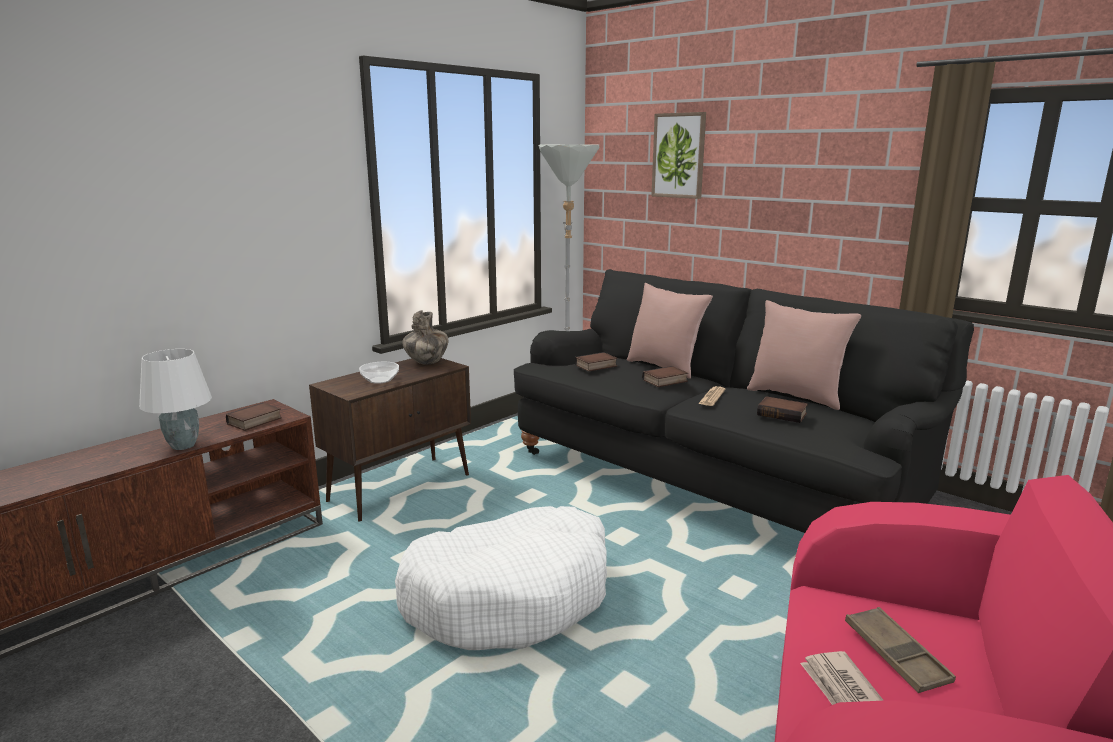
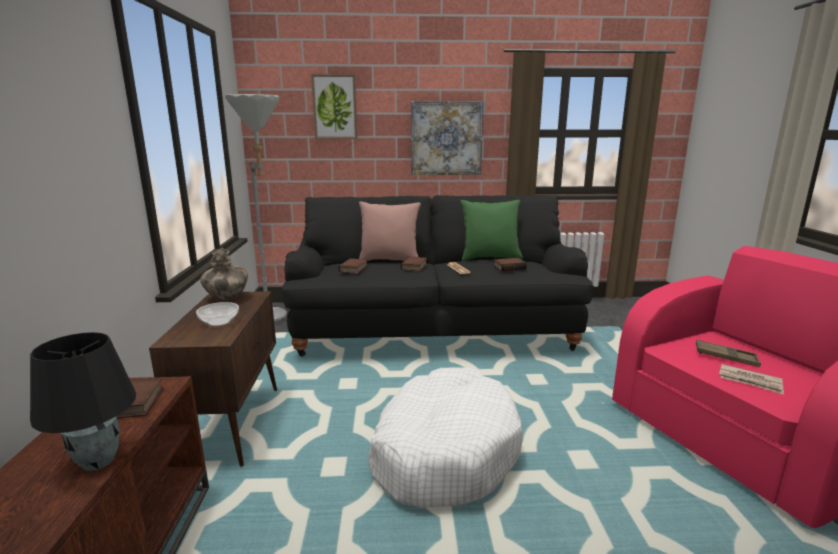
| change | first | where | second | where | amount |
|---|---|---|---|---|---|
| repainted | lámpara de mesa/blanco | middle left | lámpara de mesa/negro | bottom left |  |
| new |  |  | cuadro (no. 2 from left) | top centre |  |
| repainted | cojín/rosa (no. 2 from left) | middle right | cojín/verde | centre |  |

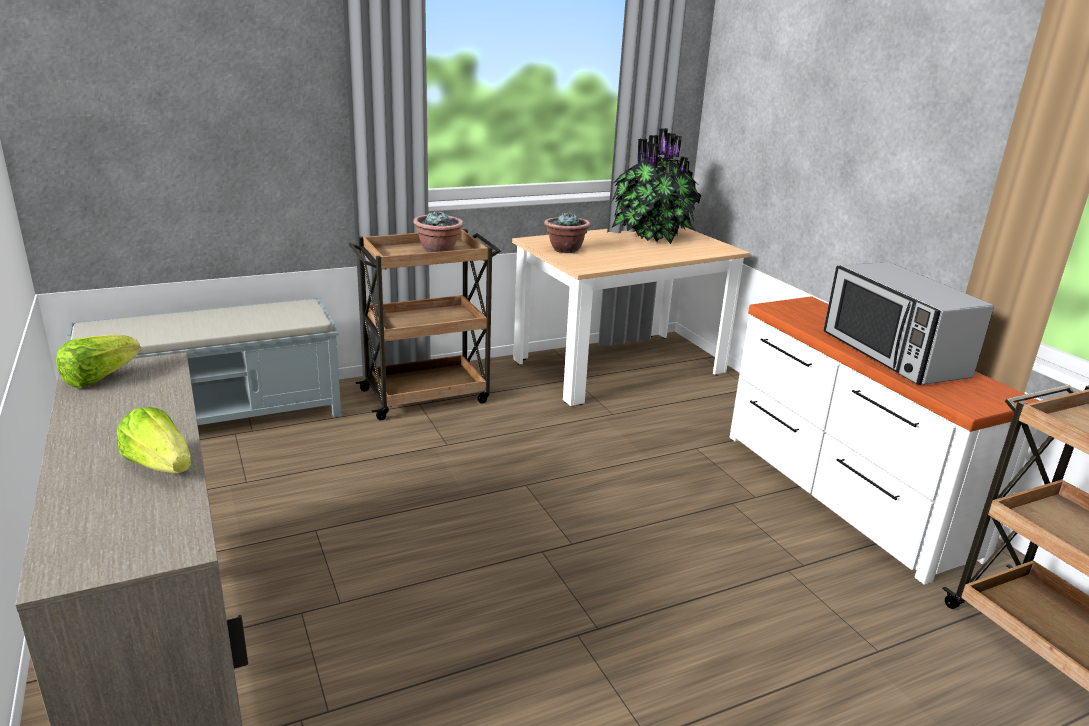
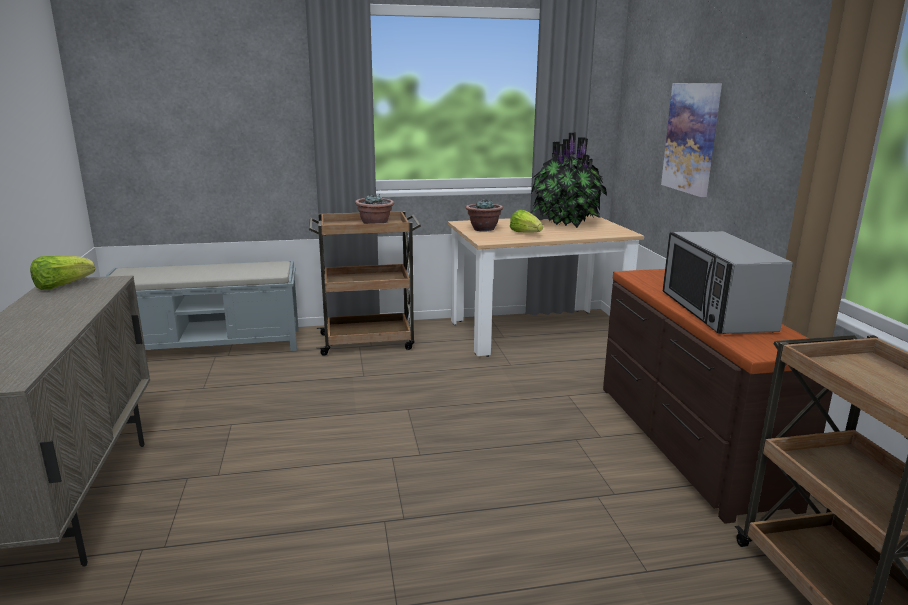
| change | first | where | second | where | amount |
|---|---|---|---|---|---|
| shifted | lechuga (no. 2 from left) | middle left |  | centre |  |
| repainted | cómoda/blanco | middle right | cómoda/marrón | middle right |  |
| new |  |  | cuadro | top right |  |

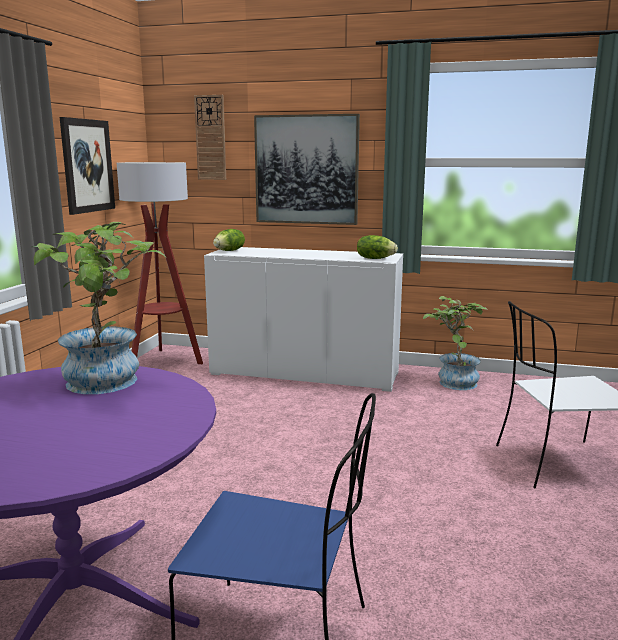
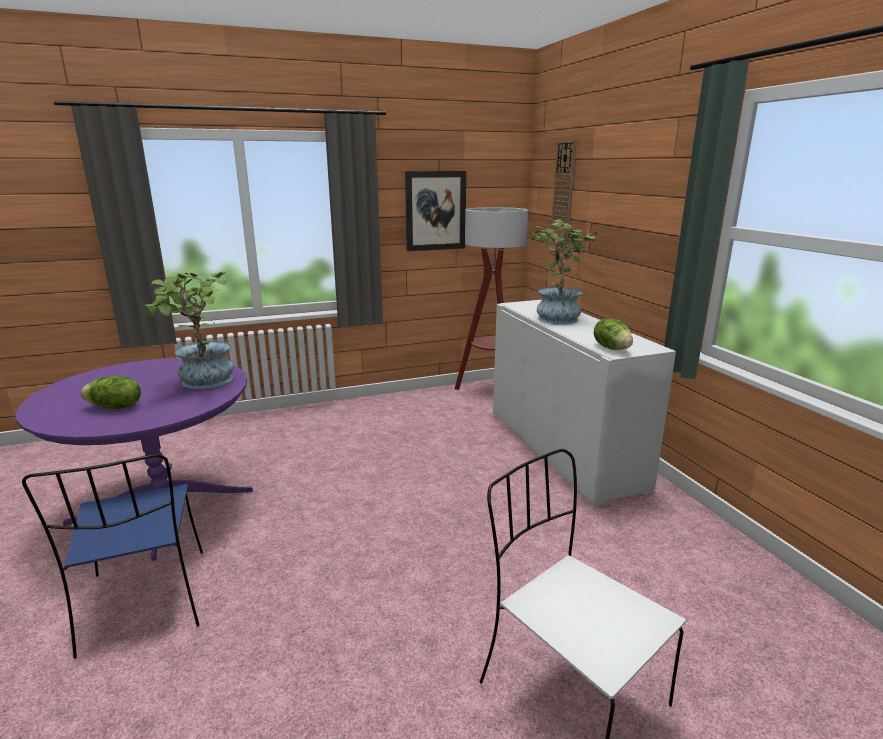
| change | first | where | second | where | amount |
|---|---|---|---|---|---|
| shifted | lechuga (no. 1 from left) | centre |  | middle left |  |
| shifted | planta en maceta (no. 2 from left) | middle right |  | centre |  |
| gone | cuadro (no. 2 from left) | top centre |  |  |  |

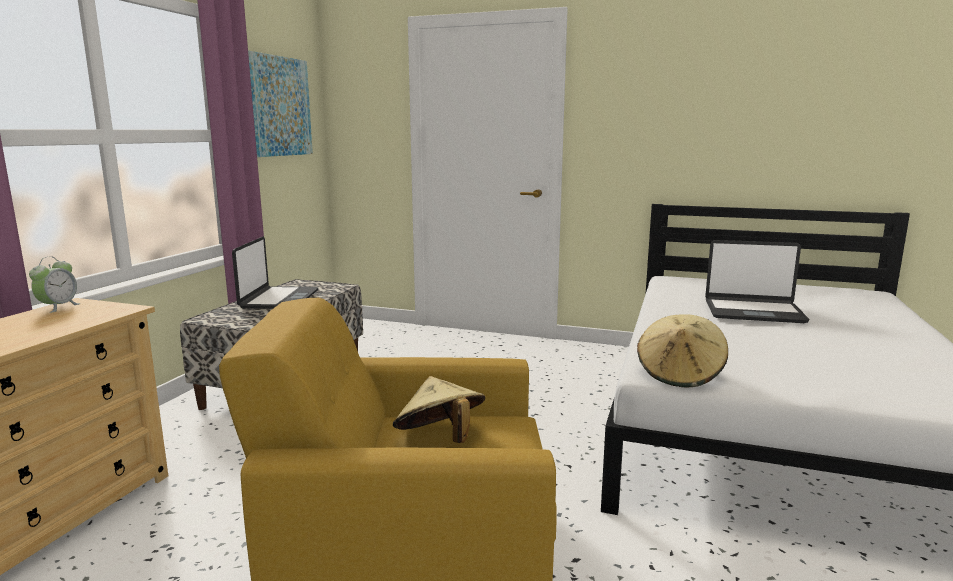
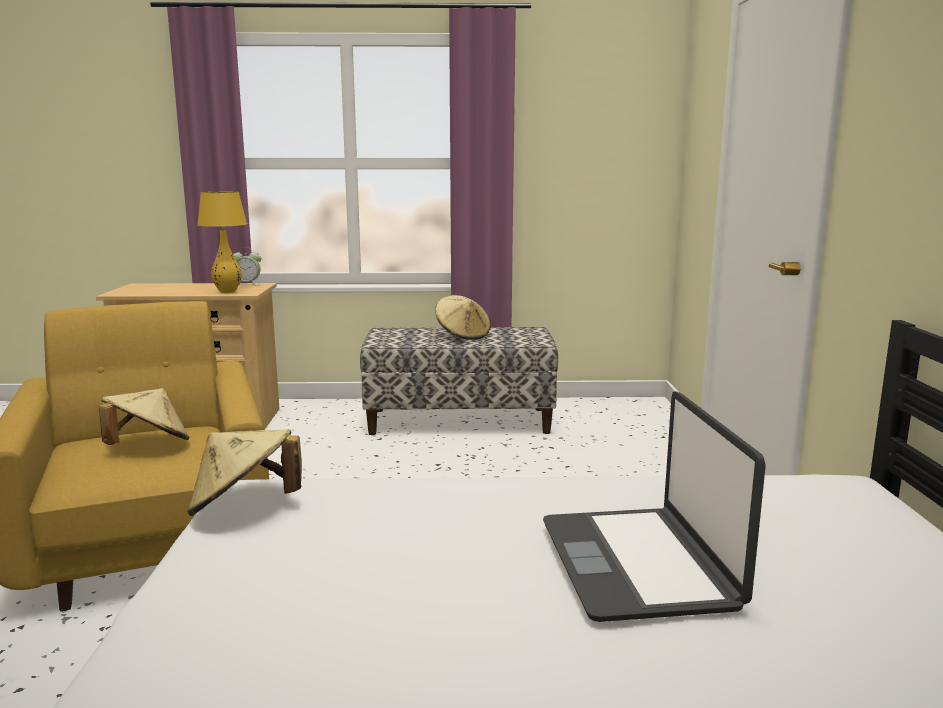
| change | first | where | second | where | amount |
|---|---|---|---|---|---|
| new |  |  | lámpara de mesa/amarillo | middle left |  |
| swapped | portátil (no. 1 from left) | middle left | sombrero/beis (no. 3 from left) | centre |  |
| gone | cuadro | top left |  |  |  |

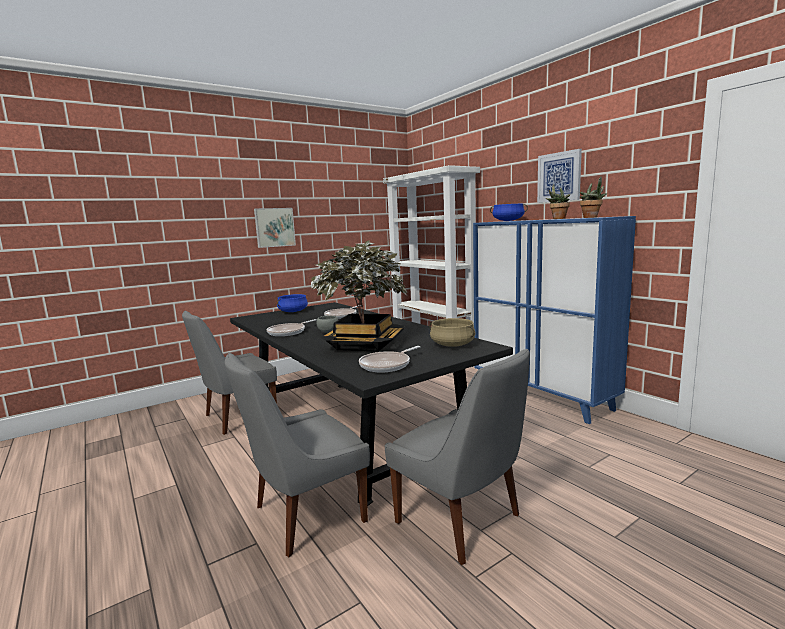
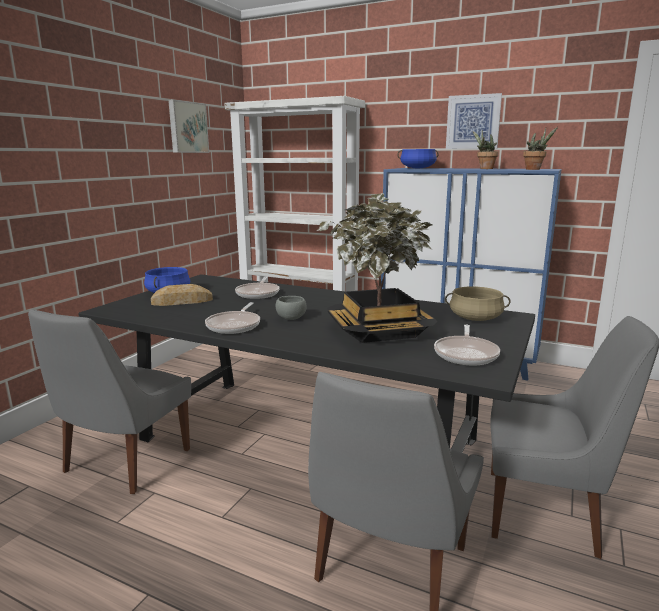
| change | first | where | second | where | amount |
|---|---|---|---|---|---|
| new |  |  | pan | middle left |  |
| shifted | cuadro (no. 1 from left) | centre |  | top left |  |

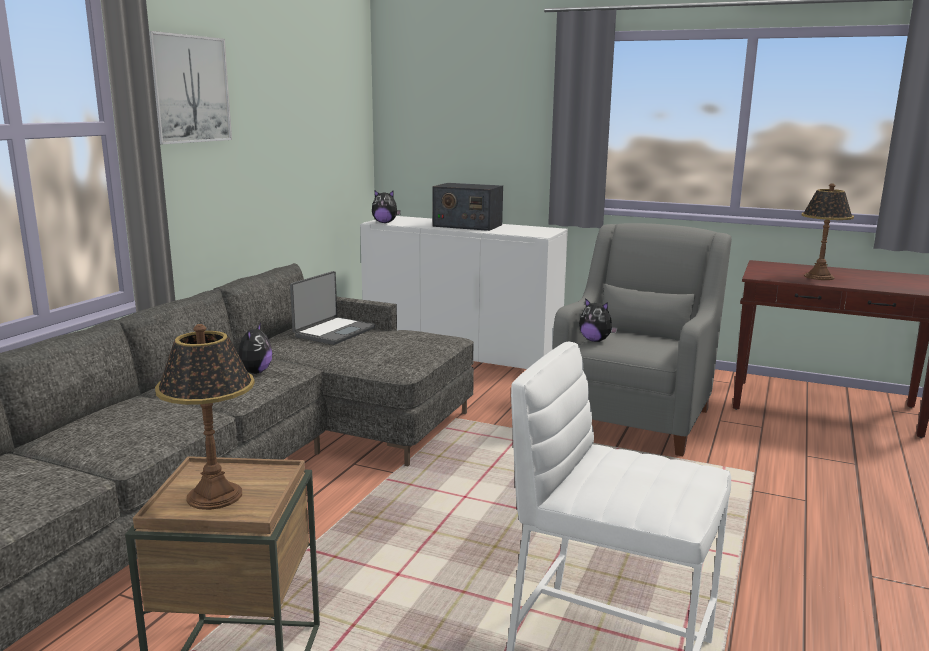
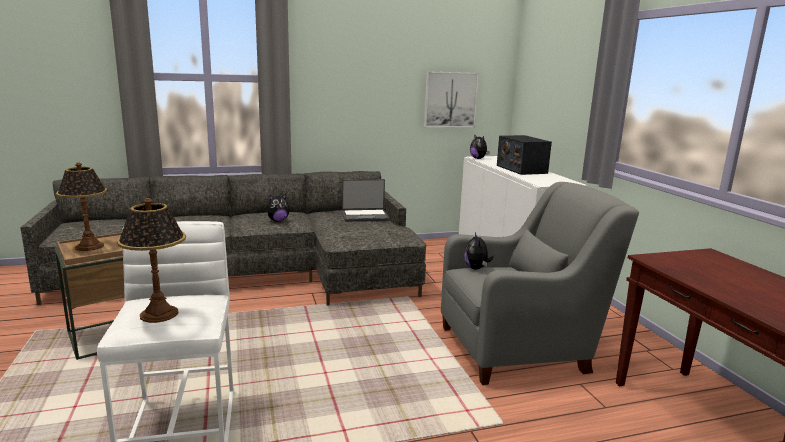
| change | first | where | second | where | amount |
|---|---|---|---|---|---|
| shifted | lámpara de mesa (no. 2 from left) | middle right |  | middle left |  |
| shifted | cuadro | top left |  | top centre |  |

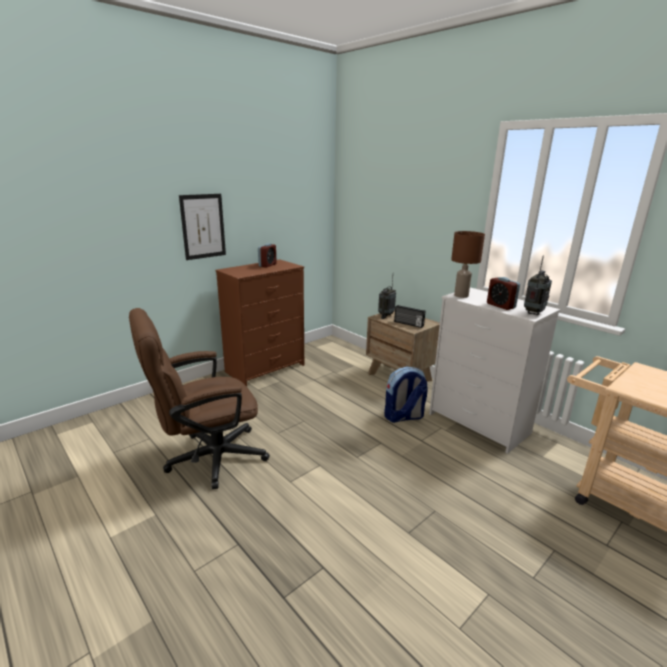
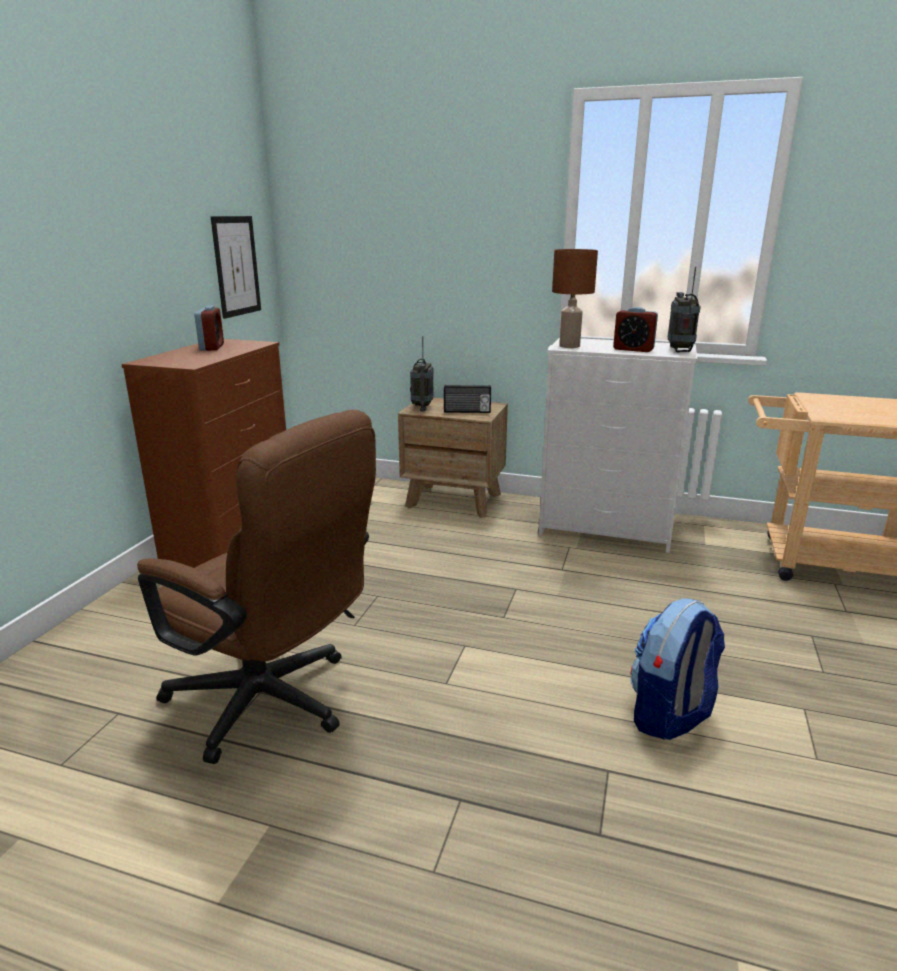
| change | first | where | second | where | amount |
|---|---|---|---|---|---|
| rotated | silla de oficina/marrón | middle left |  | middle left | 90 degrees counterclockwise |
| shifted | cuadro | middle left |  | top left |  |
| shifted | mochila | centre |  | bottom right |  |

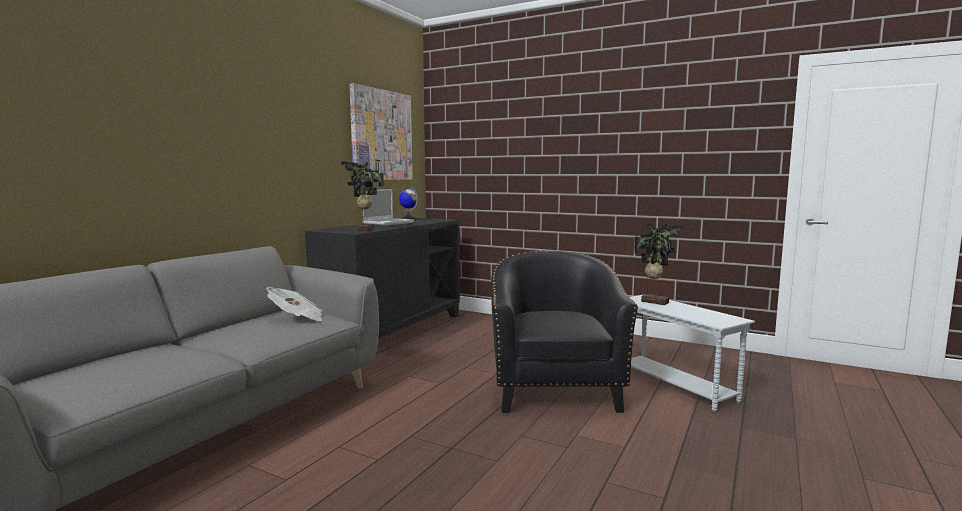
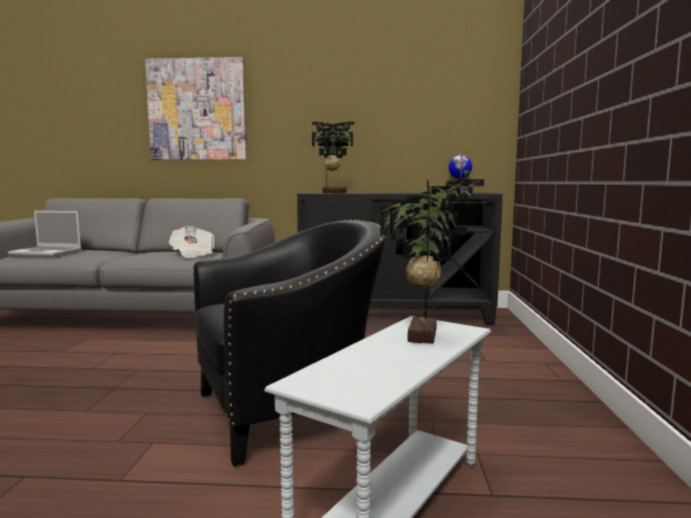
| change | first | where | second | where | amount |
|---|---|---|---|---|---|
| shifted | portátil | centre |  | middle left |  |
| shifted | cuadro | top centre |  | top left |  |

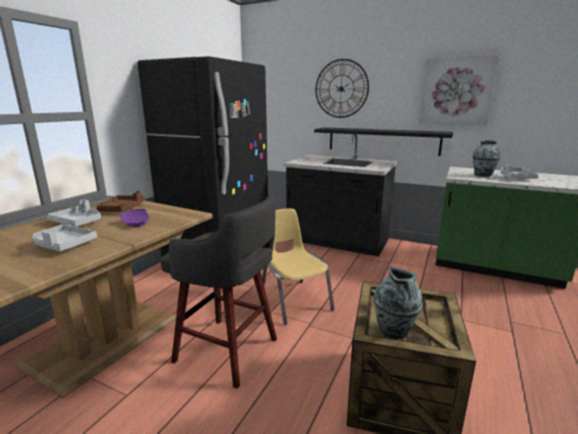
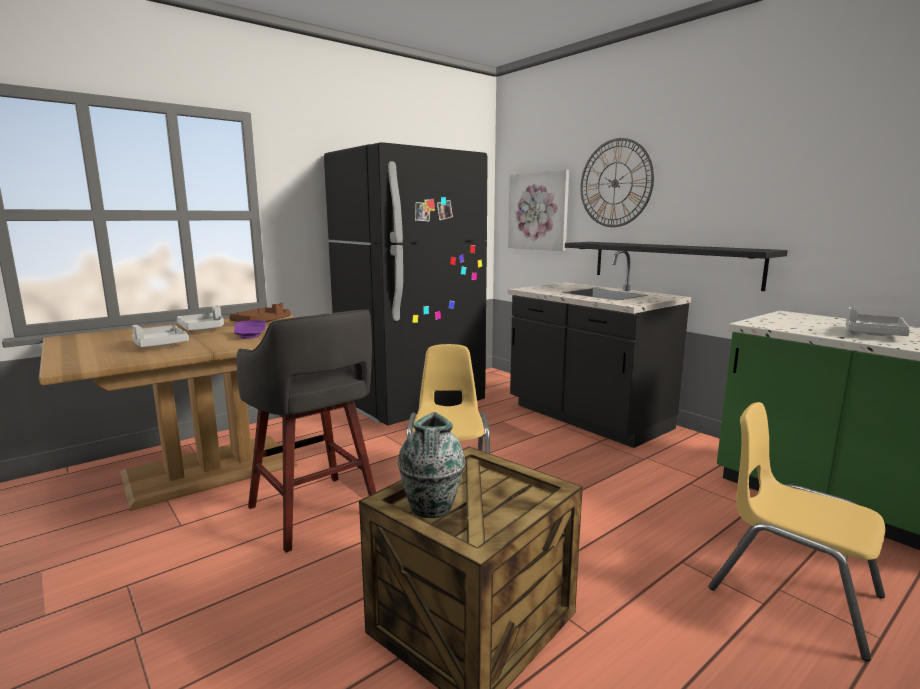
| change | first | where | second | where | amount |
|---|---|---|---|---|---|
| shifted | cuadro | top right |  | top centre |  |
| new |  |  | silla/amarillo (no. 2 from left) | bottom right |  |
| gone | florero (no. 2 from left) | middle right |  |  |  |

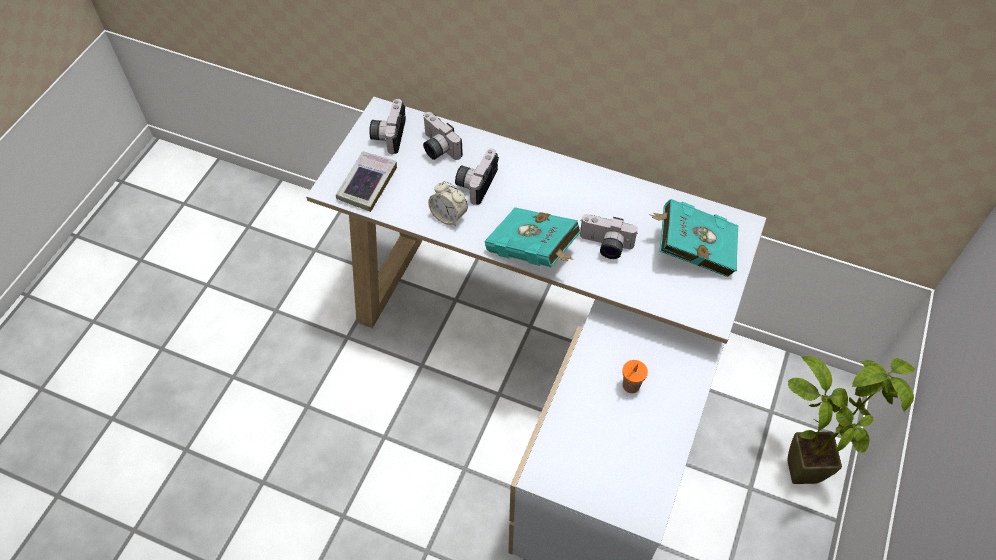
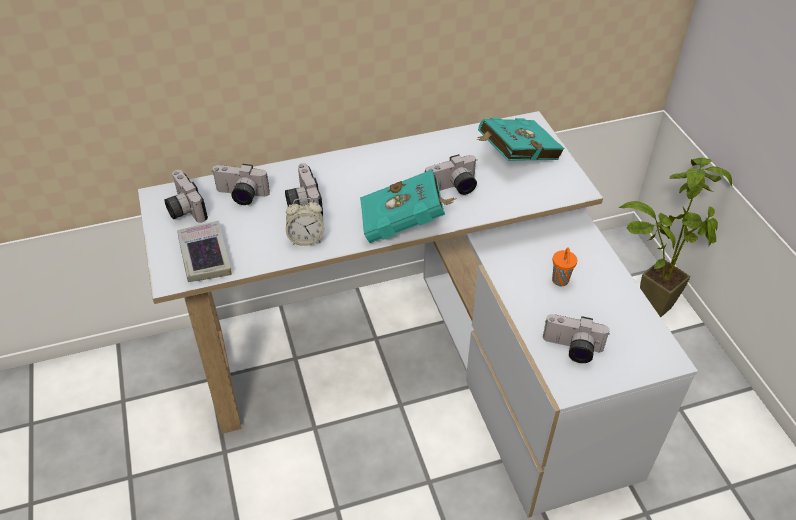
| change | first | where | second | where | amount |
|---|---|---|---|---|---|
| new |  |  | cámara (no. 5 from left) | middle right |  |

